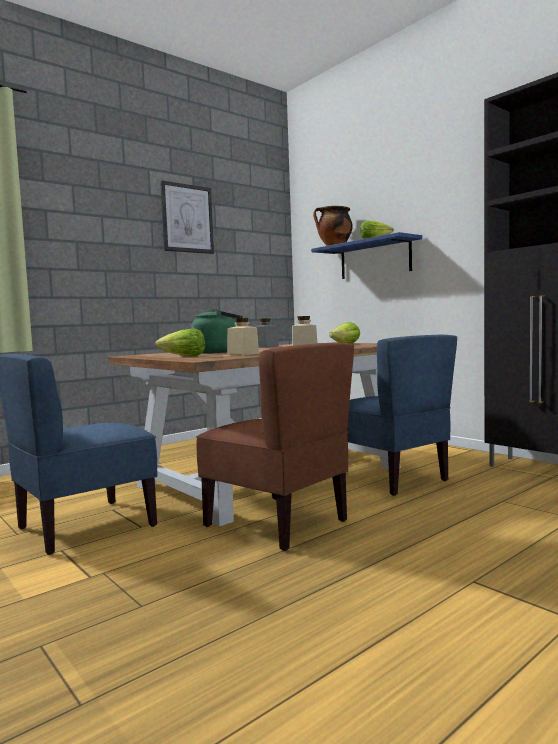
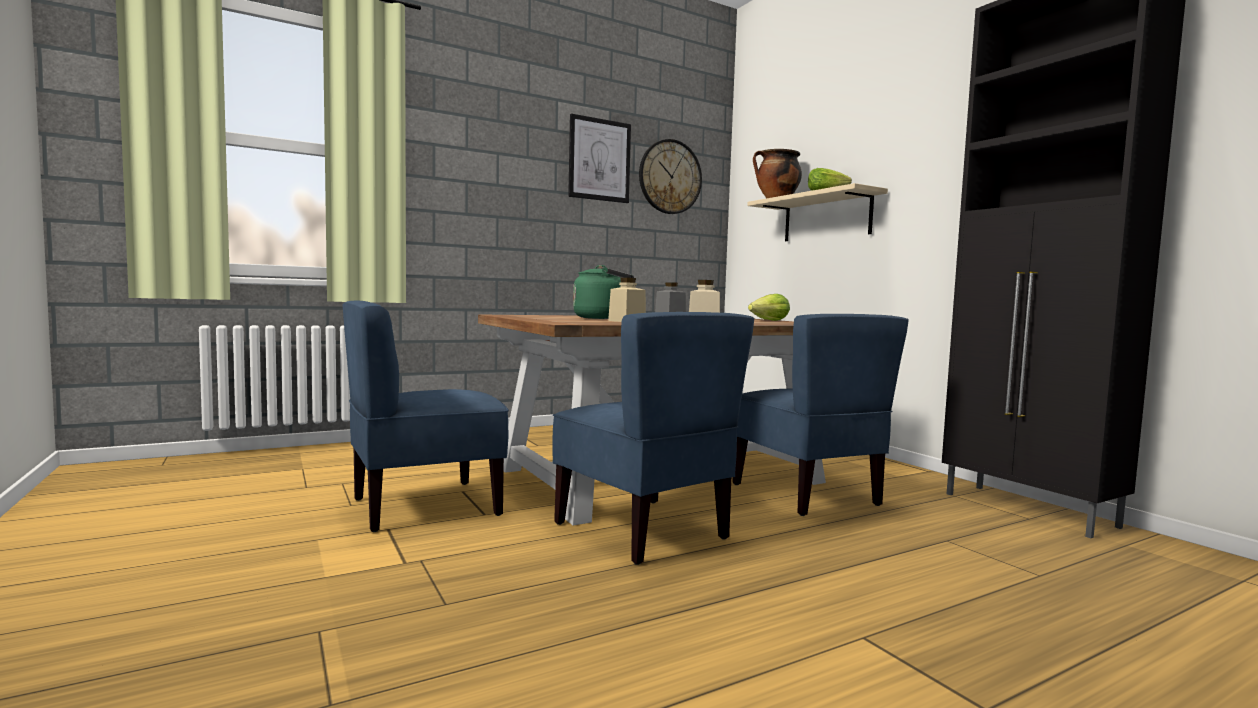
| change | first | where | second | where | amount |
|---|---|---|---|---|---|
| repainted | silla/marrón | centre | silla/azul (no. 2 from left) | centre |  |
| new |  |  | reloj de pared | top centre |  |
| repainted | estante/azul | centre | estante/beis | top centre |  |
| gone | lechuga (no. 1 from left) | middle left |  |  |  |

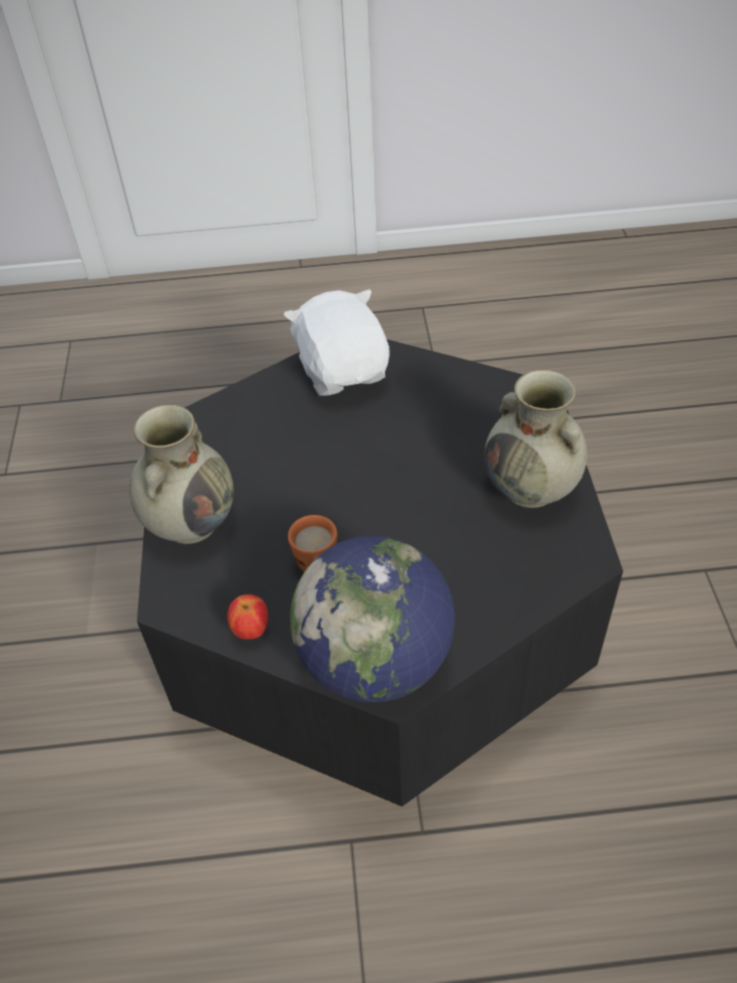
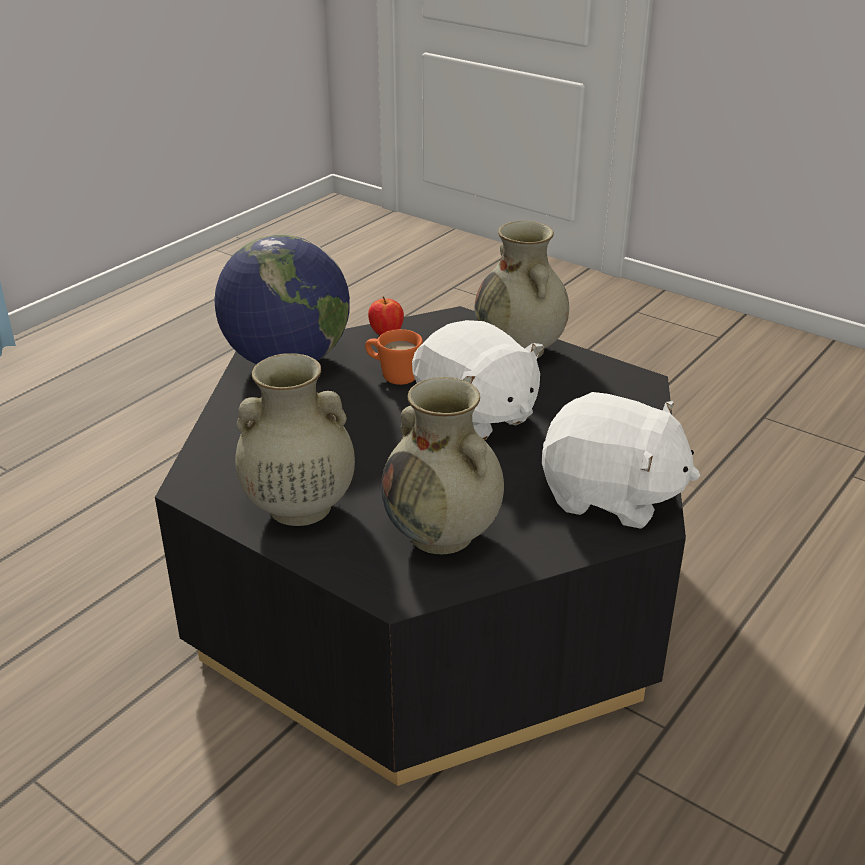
| change | first | where | second | where | amount |
|---|---|---|---|---|---|
| new |  |  | florero/beis (no. 2 from left) | centre |  |
| new |  |  | peluche/blanco (no. 1 from left) | centre |  |

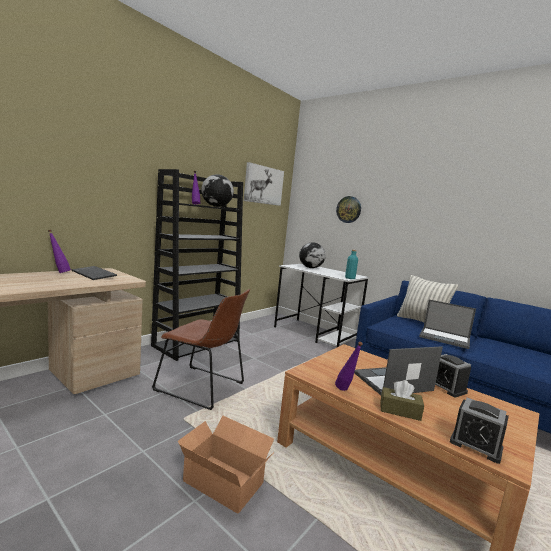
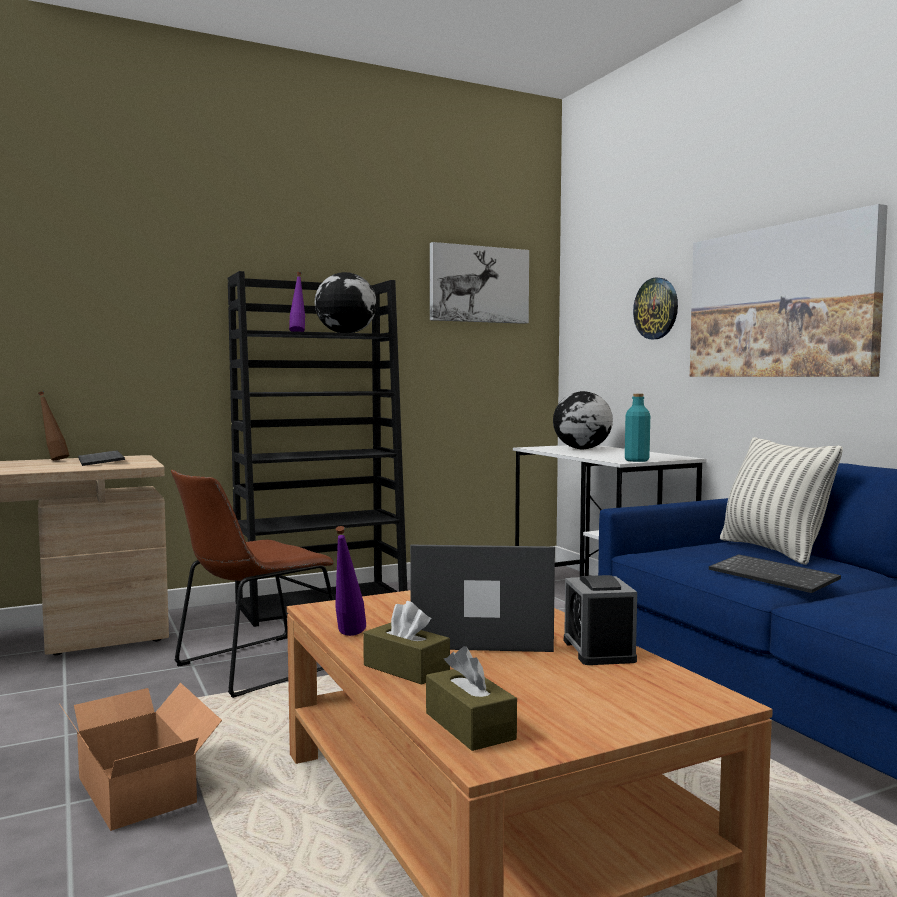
| change | first | where | second | where | amount |
|---|---|---|---|---|---|
| repainted | botella/morado (no. 1 from left) | middle left | botella/marrón | middle left |  |
| rotated | silla/marrón | centre |  | middle left | 90 degrees clockwise |
| swapped | despertador (no. 2 from left) | bottom right | caja de pañuelos/marrón (no. 2 from left) | bottom centre |  |
| new |  |  | cuadro (no. 2 from left) | top right |  |
| swapped | portátil (no. 2 from left) | middle right | teclado (no. 2 from left) | middle right |  |

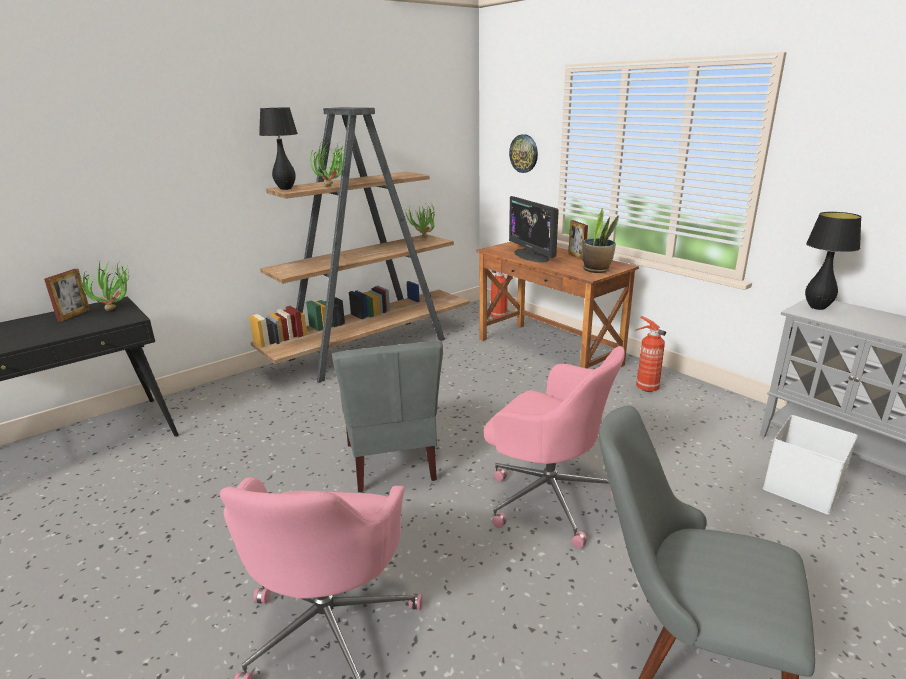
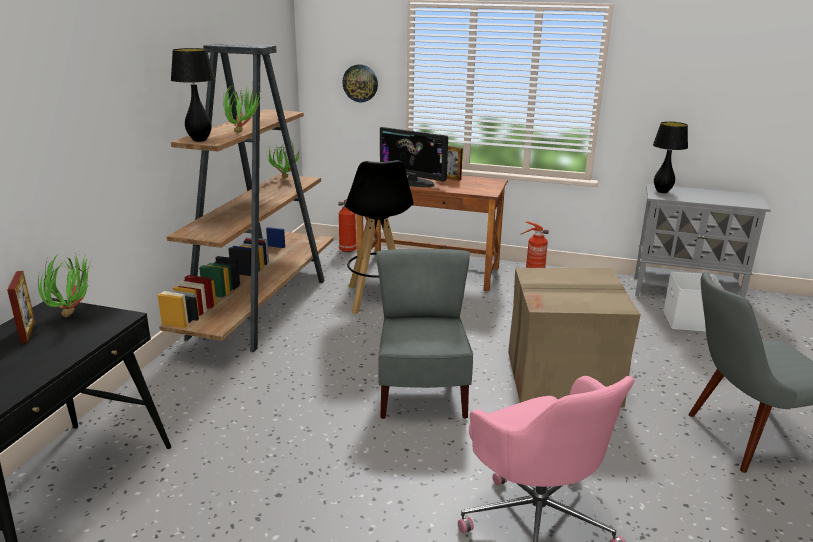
| change | first | where | second | where | amount |
|---|---|---|---|---|---|
| new |  |  | taburete/negro | centre |  |
| rotated | silla/gris (no. 1 from left) | centre |  | centre | 135 degrees counterclockwise |
| swapped | silla de oficina/rosa (no. 2 from left) | centre | caja de cartón | middle right |  |
| gone | planta en maceta (no. 4 from left) | centre |  |  |  |

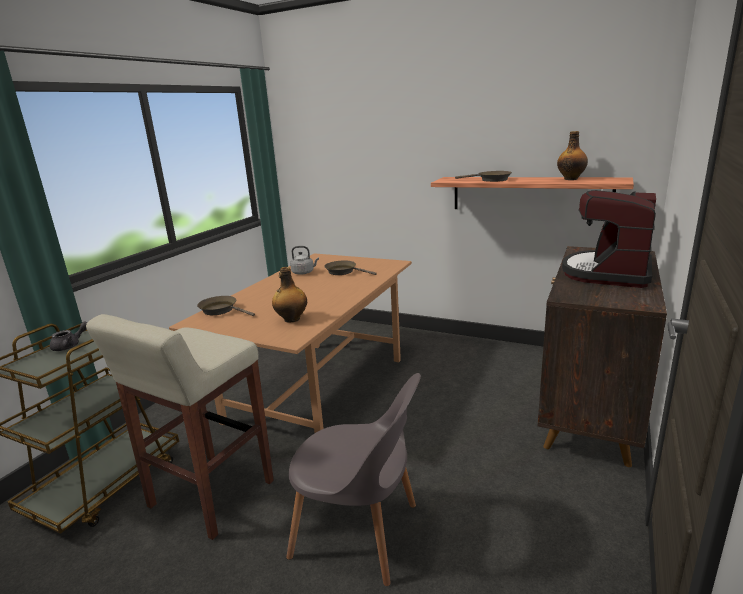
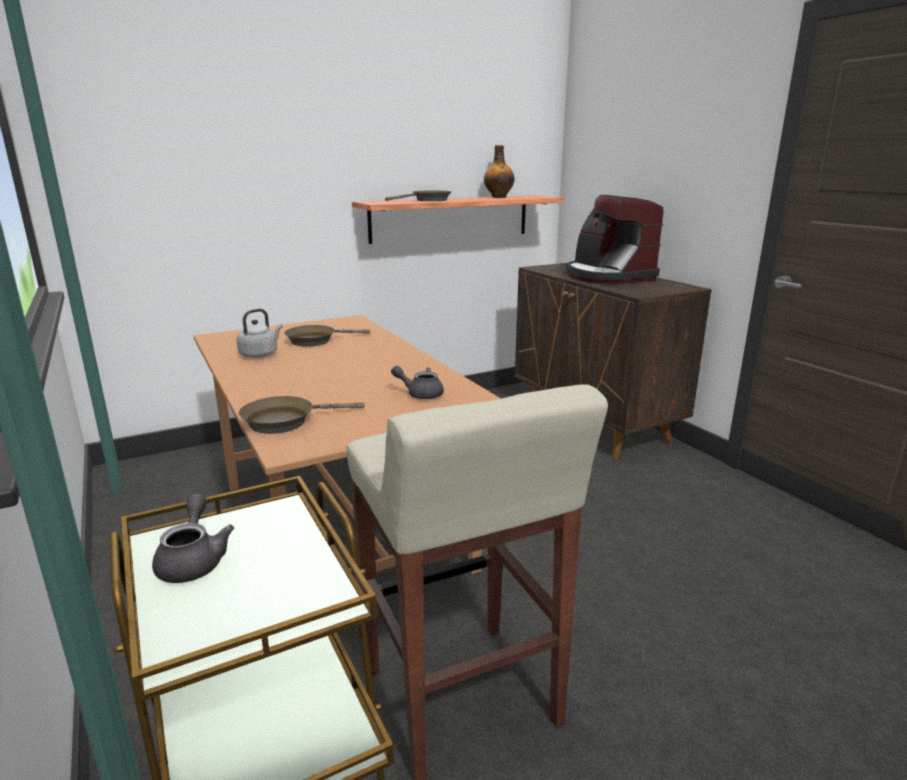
| change | first | where | second | where | amount |
|---|---|---|---|---|---|
| swapped | botella (no. 1 from left) | centre | tetera/gris (no. 2 from left) | centre |  |
| gone | silla/gris | bottom centre |  |  |  |

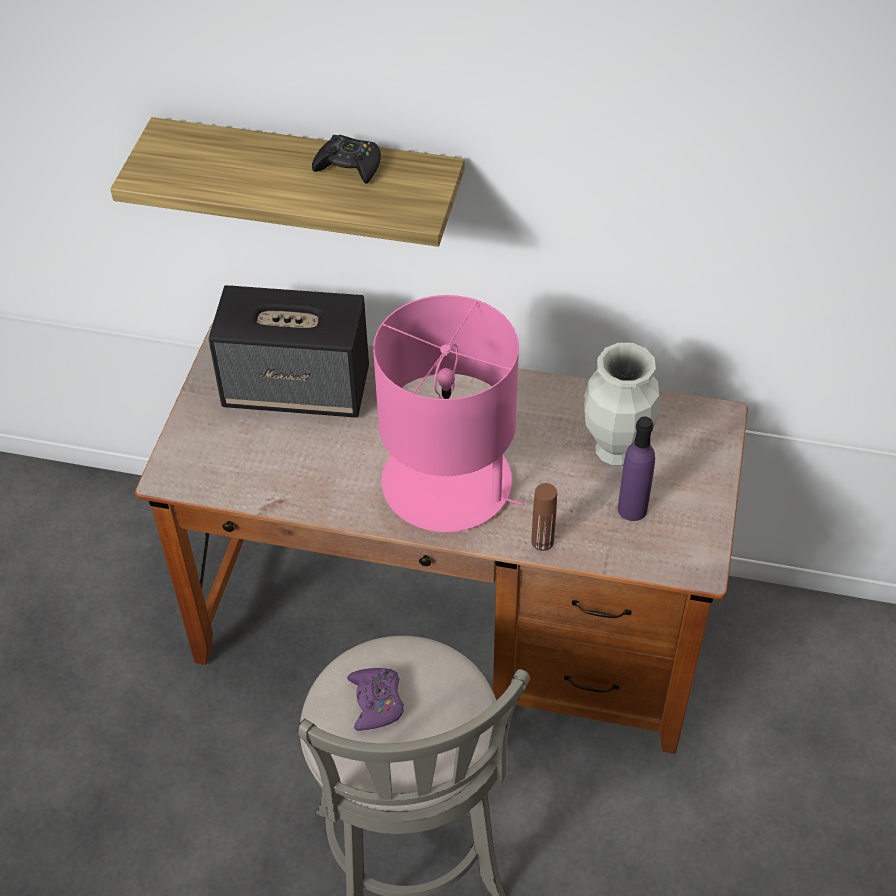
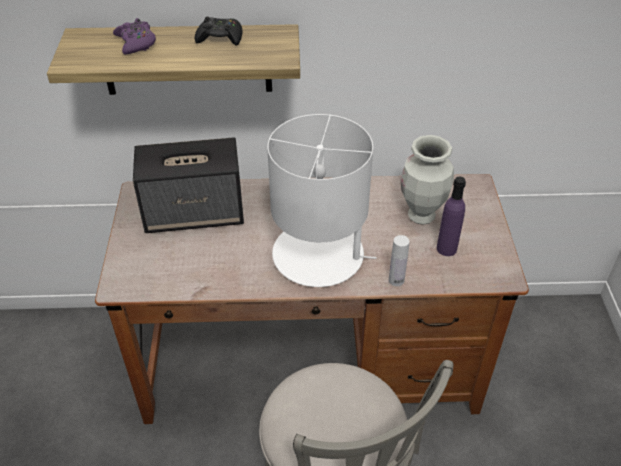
| change | first | where | second | where | amount |
|---|---|---|---|---|---|
| shifted | mando de consola/morado | bottom centre |  | top left |  |
| repainted | lámpara de mesa/rosa | centre | lámpara de mesa/blanco | centre |  |
| repainted | botella/marrón | centre | botella/blanco | centre |  |

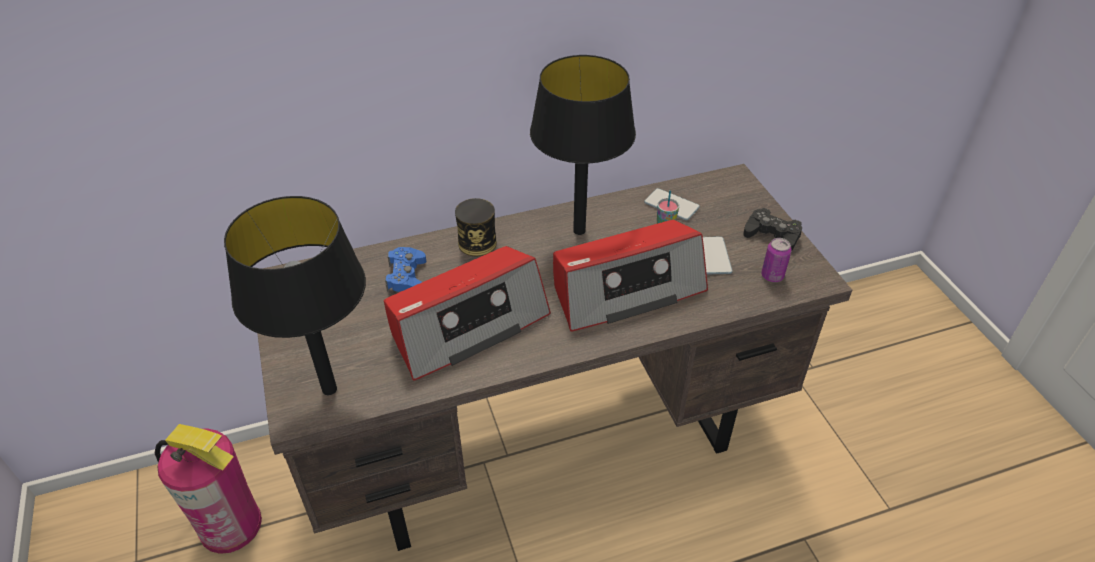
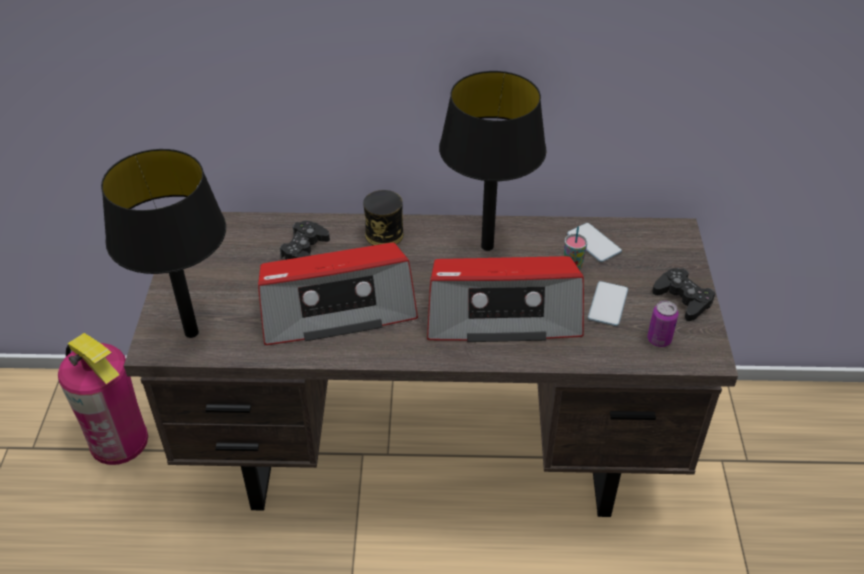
| change | first | where | second | where | amount |
|---|---|---|---|---|---|
| repainted | mando de consola/azul | centre | mando de consola/negro (no. 1 from left) | centre |  |

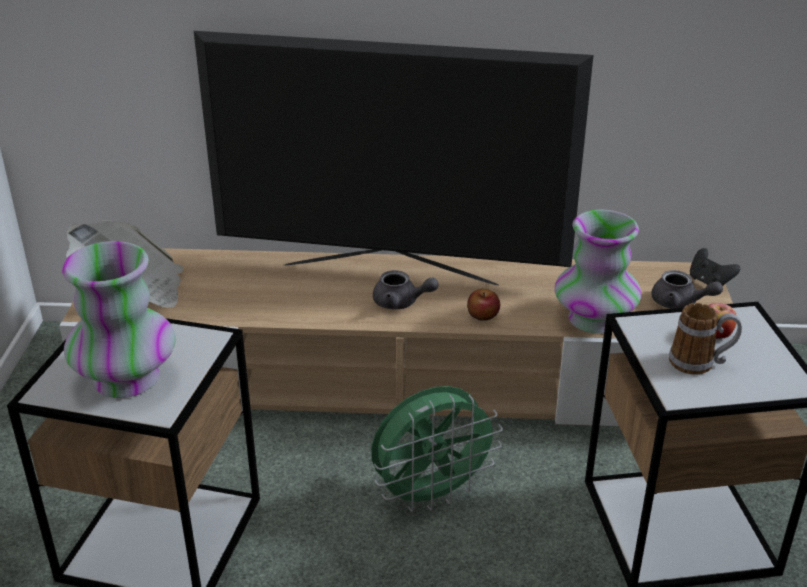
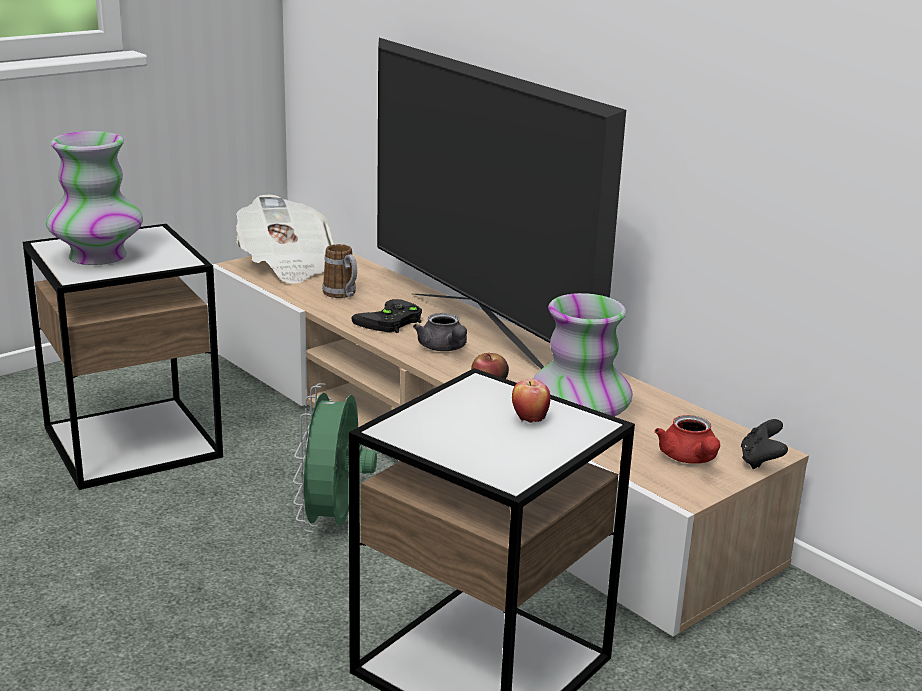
| change | first | where | second | where | amount |
|---|---|---|---|---|---|
| rotated | ventilador/verde | bottom centre |  | centre | 75 degrees clockwise |
| shifted | taza grande | middle right |  | centre |  |
| new |  |  | mando de consola/negro (no. 1 from left) | centre |  |
| repainted | tetera/gris (no. 2 from left) | middle right | tetera/rojo | middle right |  |

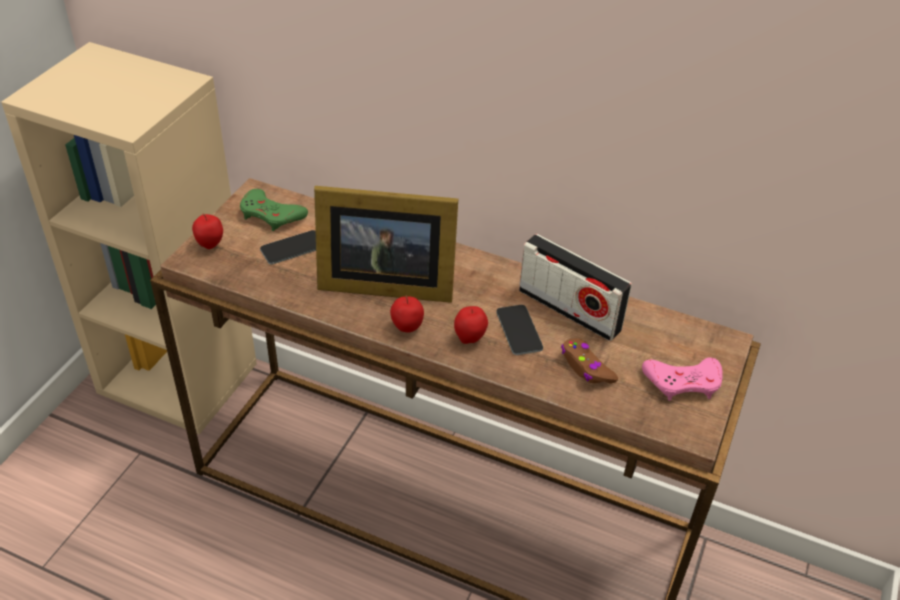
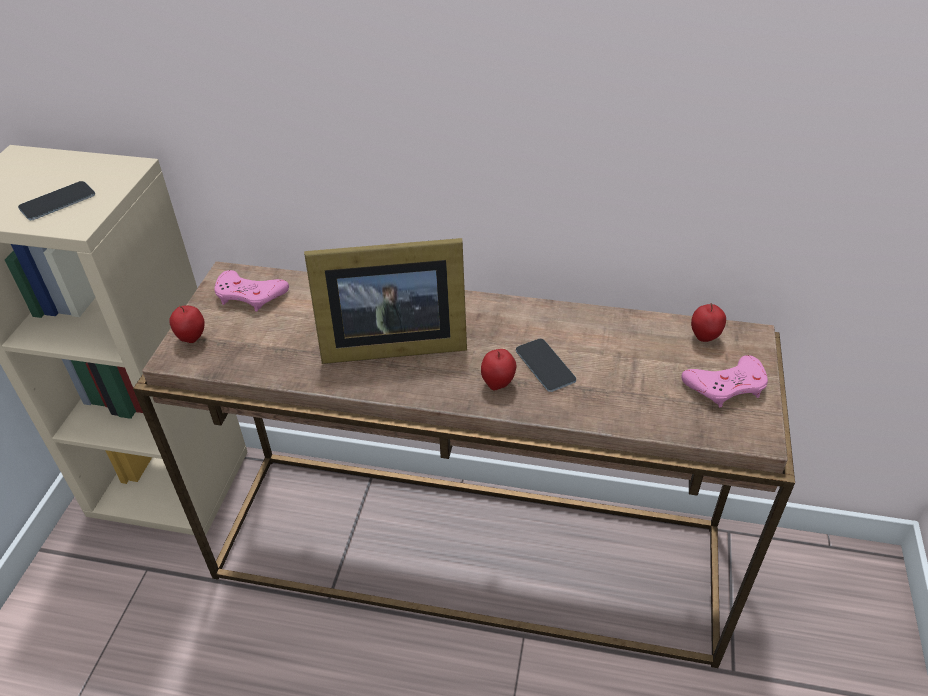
| change | first | where | second | where | amount |
|---|---|---|---|---|---|
| shifted | móvil (no. 1 from left) | middle left |  | top left |  |
| repainted | mando de consola/verde | middle left | mando de consola/rosa (no. 1 from left) | middle left |  |
| shifted | manzana (no. 2 from left in the first image) | centre | manzana (no. 3 from left) | middle right |  |
| gone | radio | centre |  |  |  |
| gone | mando de consola/marrón | centre |  |  |  |

